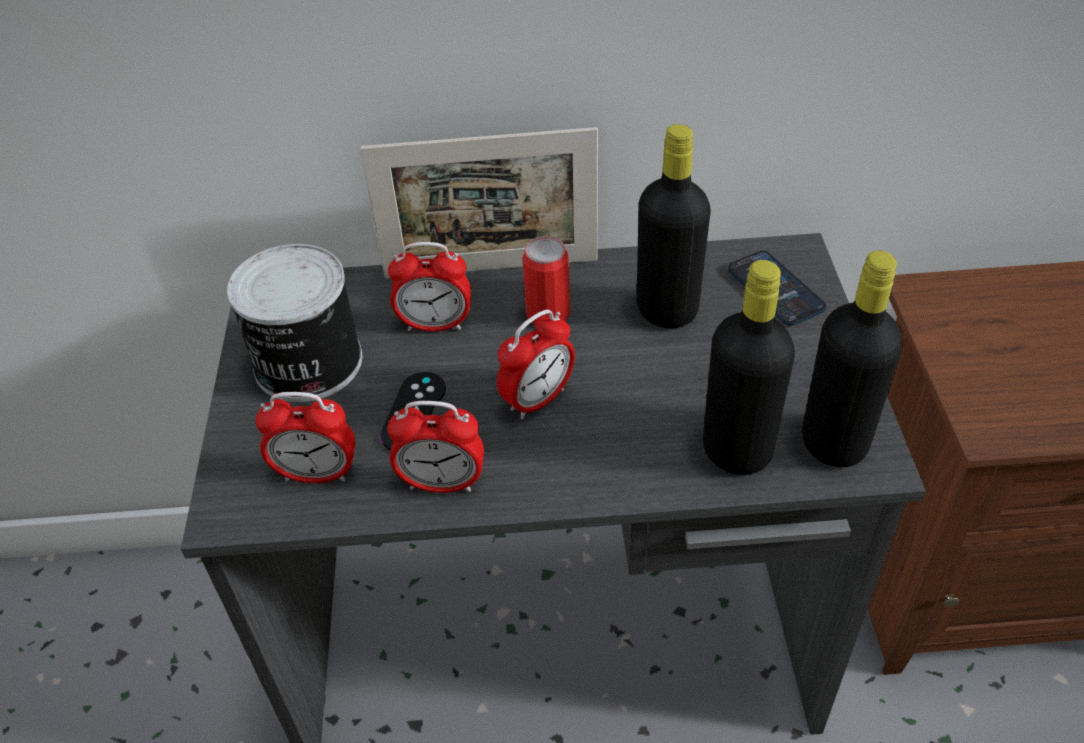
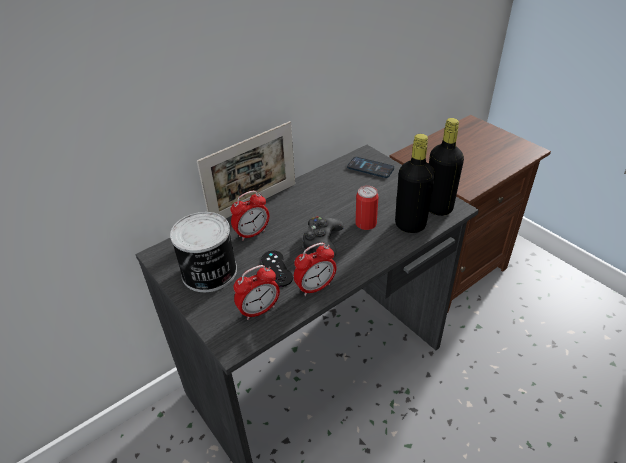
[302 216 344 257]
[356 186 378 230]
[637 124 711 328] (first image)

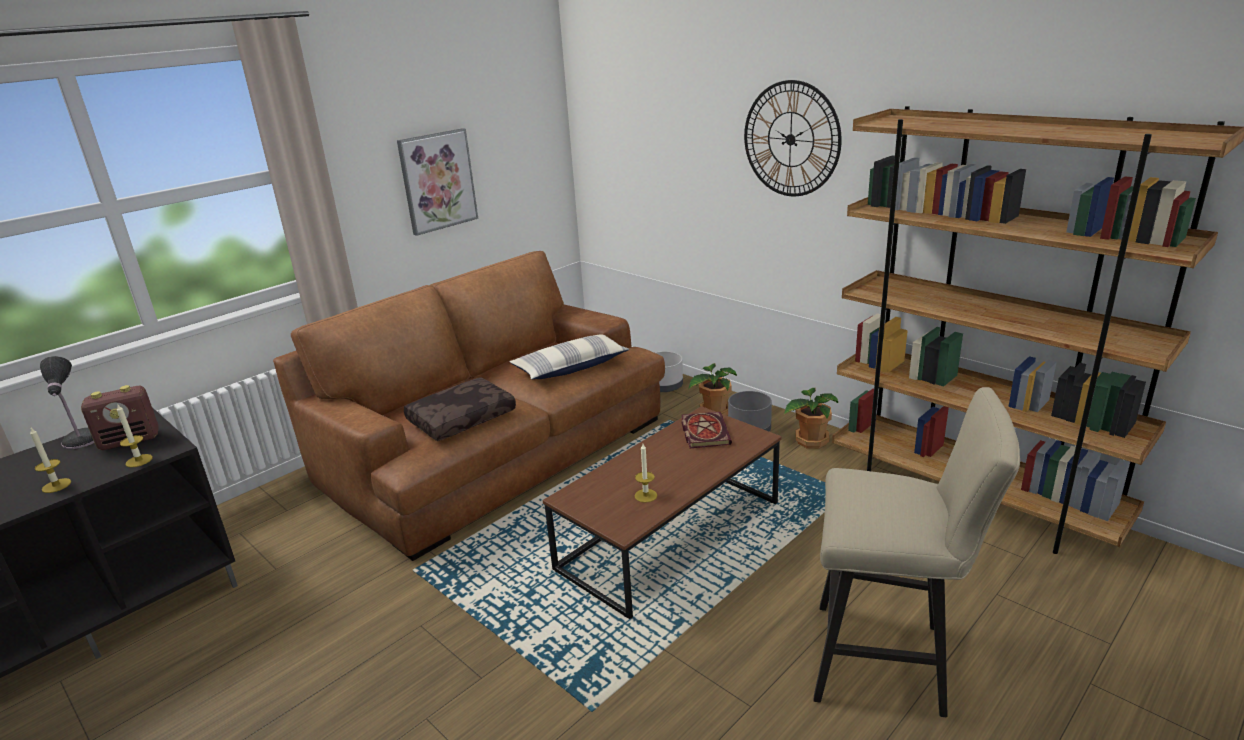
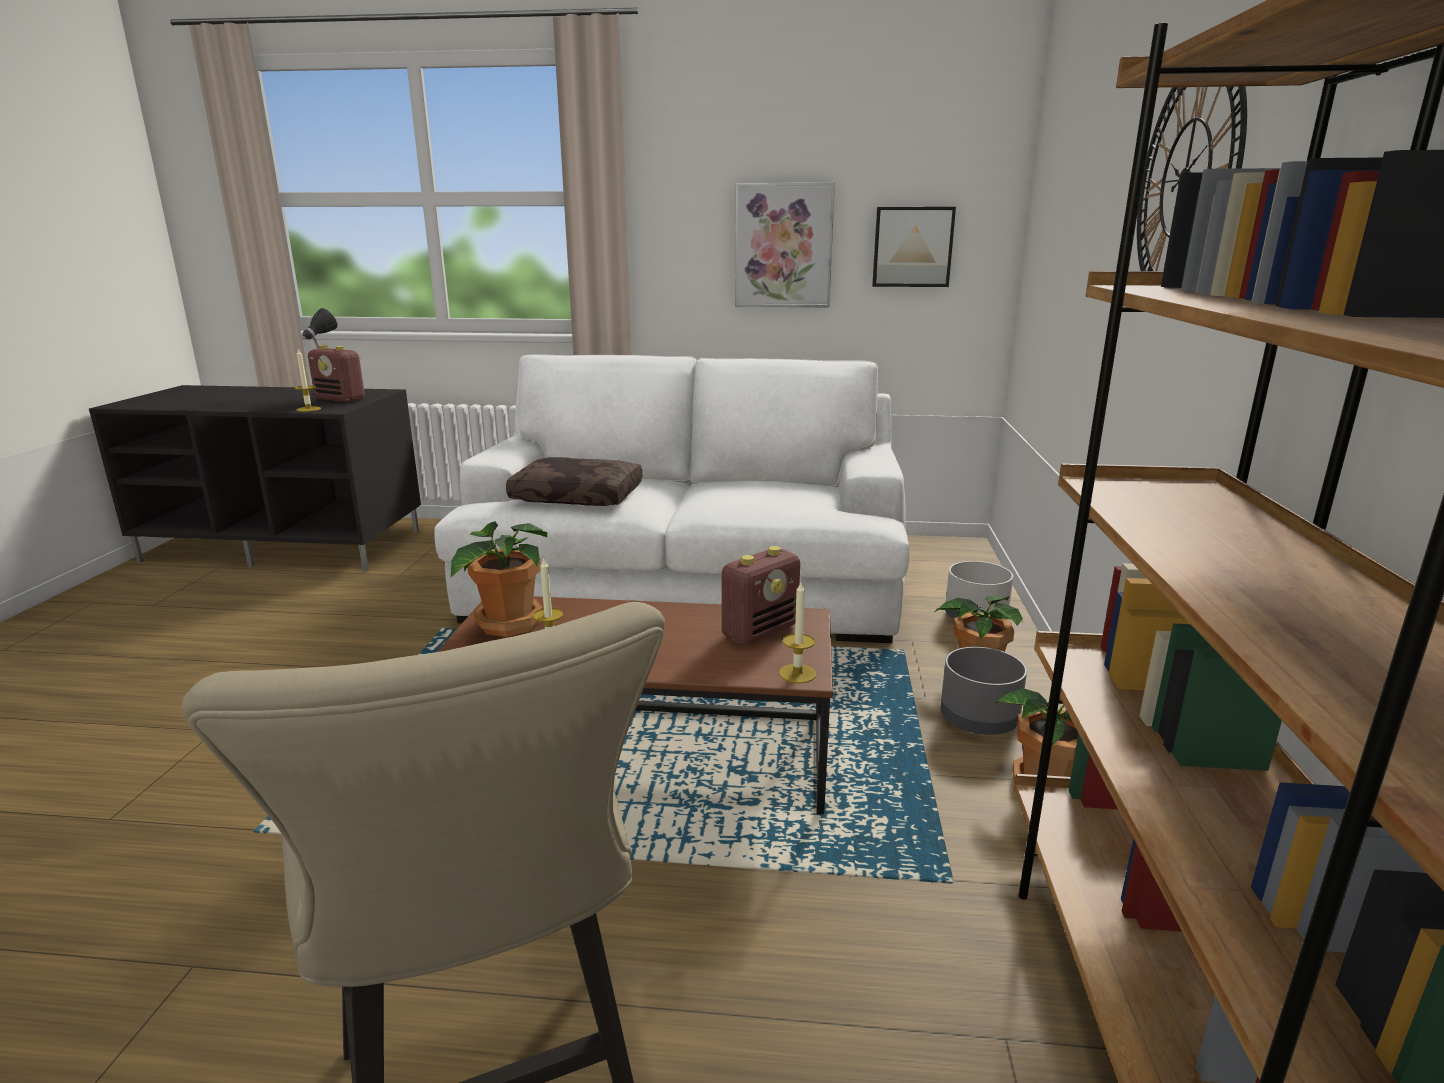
[779 582 816 683]
[434 354 909 643]
[510 334 629 380] (first image)
[721 546 800 645]
[451 521 547 637]
[872 207 956 287]

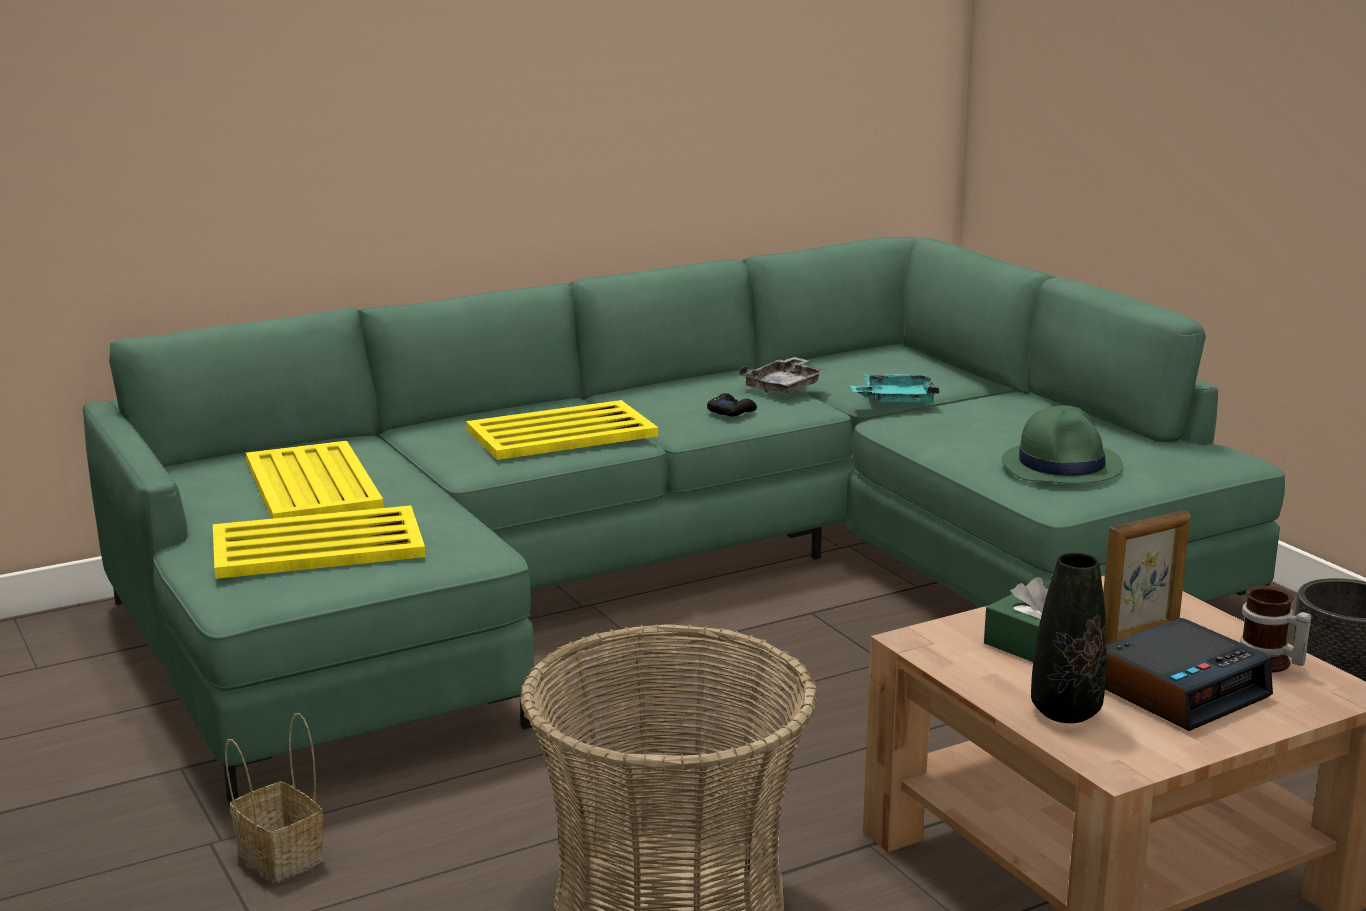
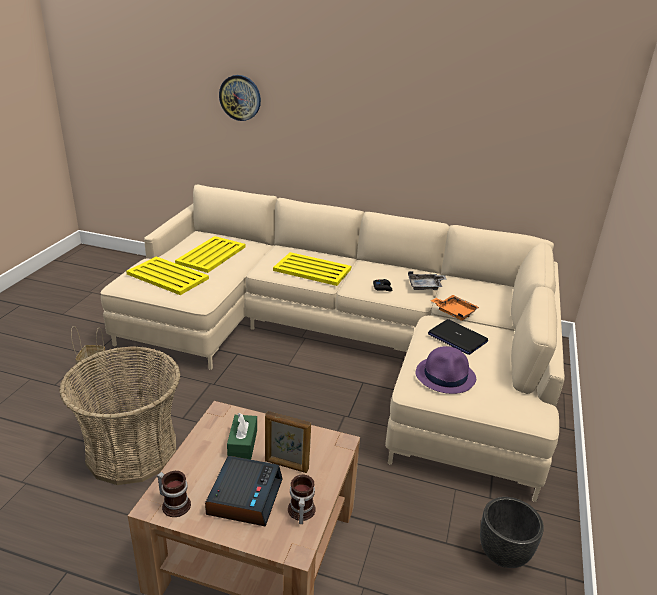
[100 185 565 502]
[431 295 479 321]
[415 346 476 394]
[1031 553 1107 723] (first image)
[205 456 283 527]
[157 471 191 517]
[219 75 261 121]
[428 319 488 355]

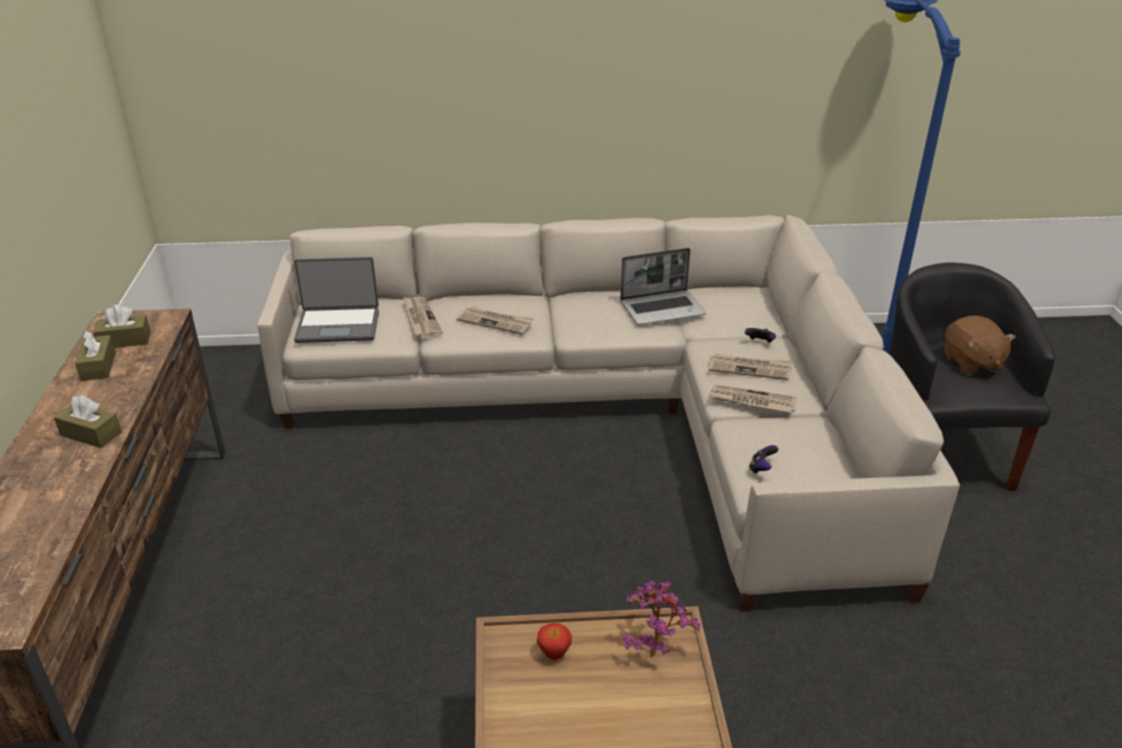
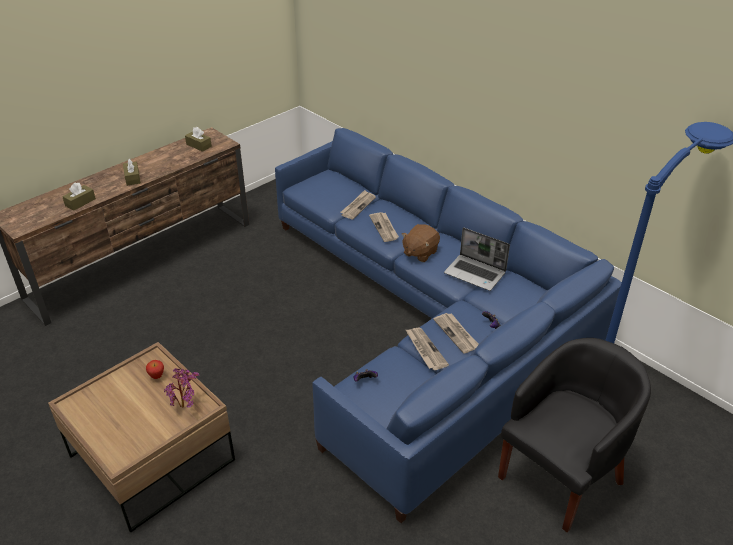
[62 183 96 211]
[275 128 622 523]
[294 257 379 343] (first image)
[402 224 440 262]

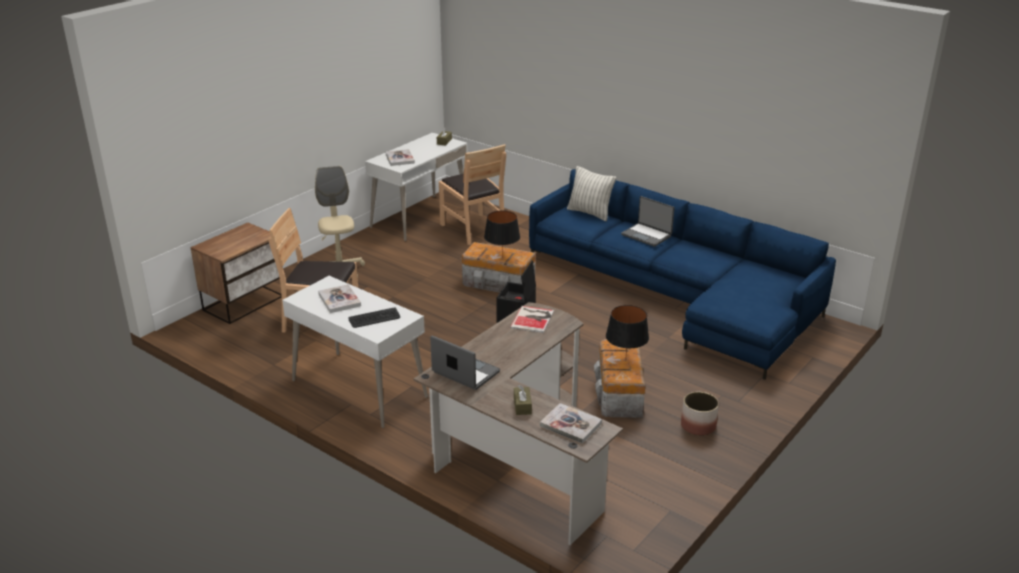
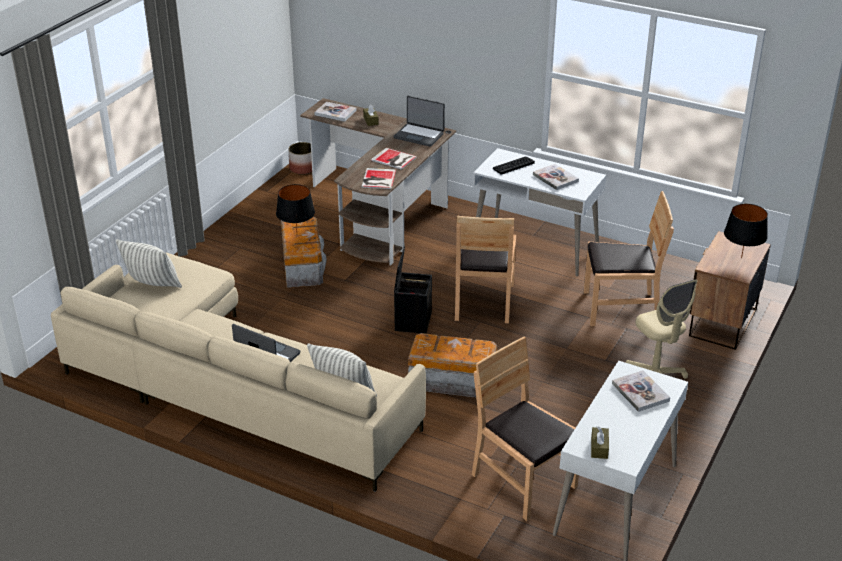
[724 204 768 259]
[51 253 426 492]
[288 142 312 175]
[116 239 182 288]
[371 148 417 170]
[455 216 516 323]

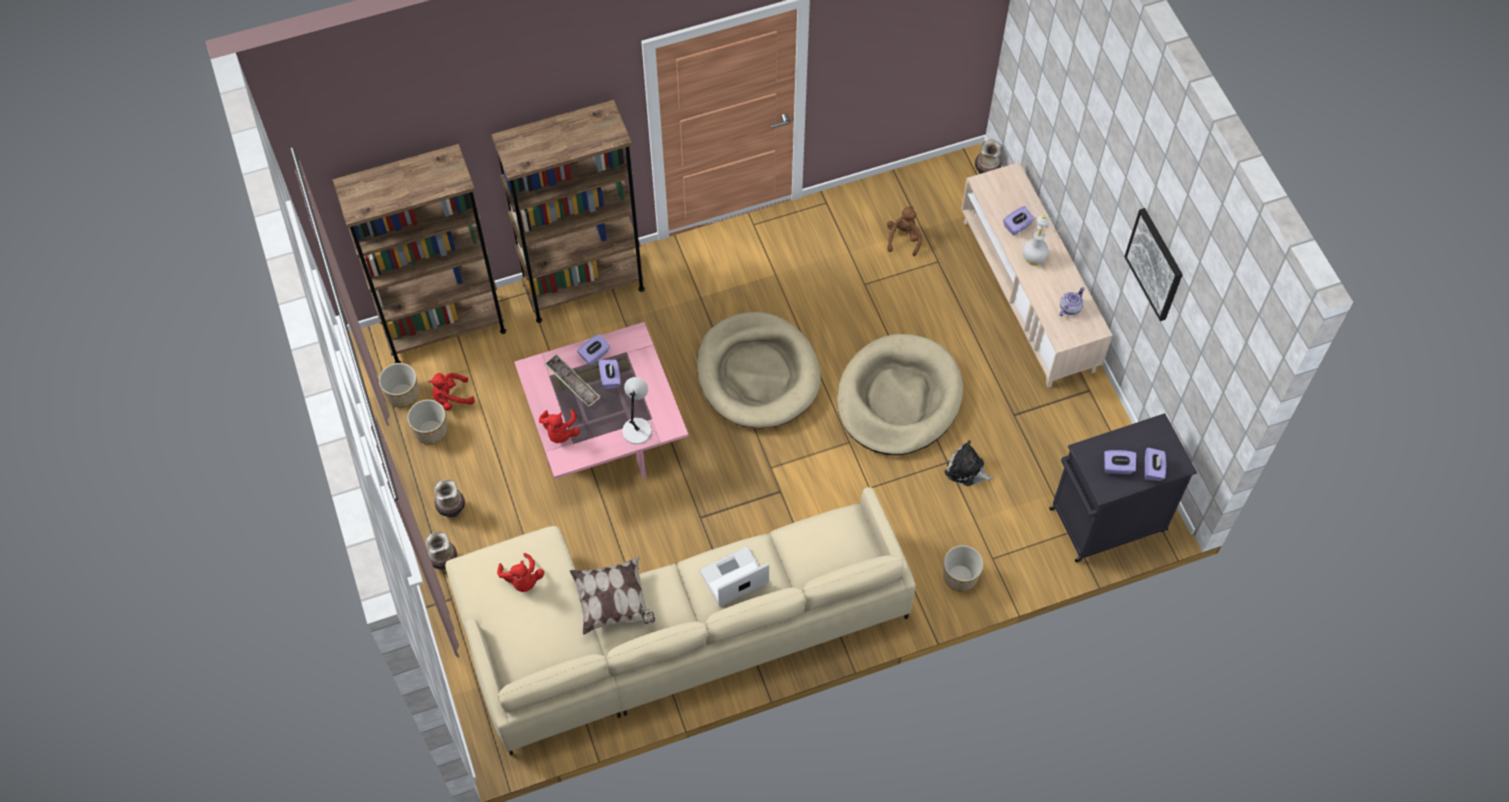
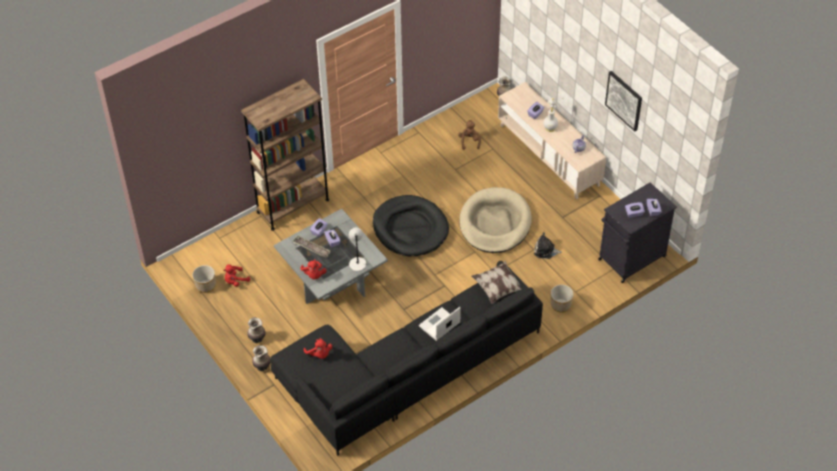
[332 144 506 363] (first image)
[407 400 448 445] (first image)
[270 261 543 456]
[274 209 388 304]
[471 261 522 304]
[373 195 449 256]

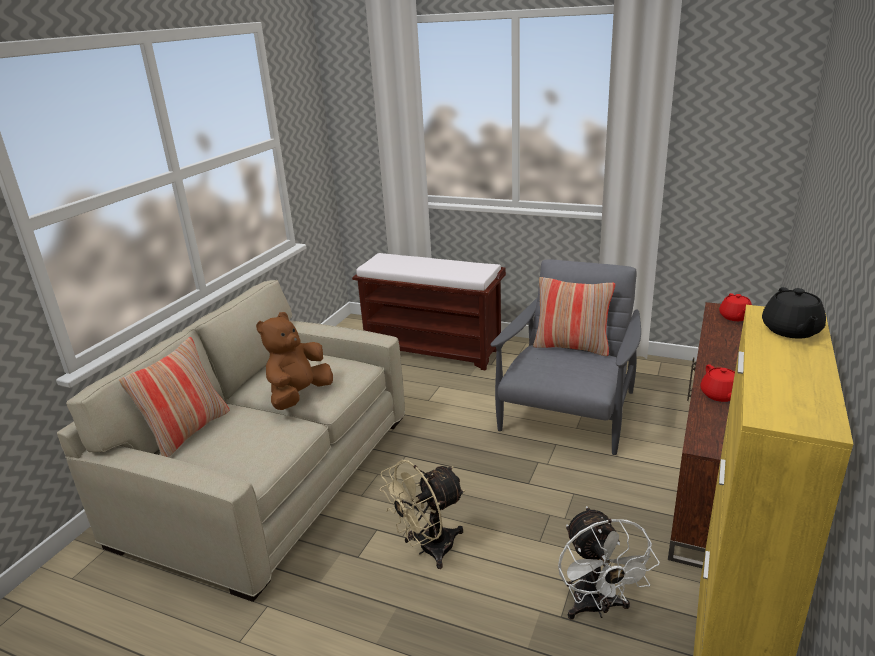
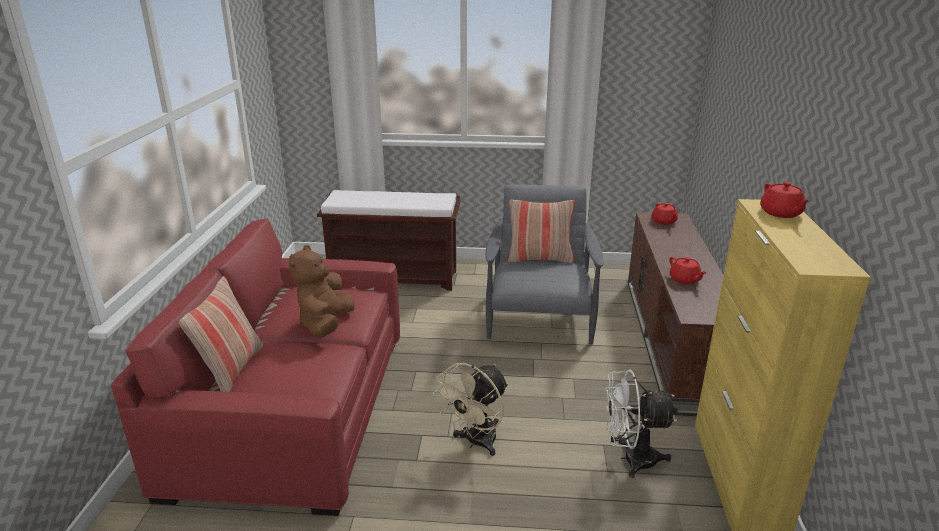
[111 218 400 516]
[605 369 678 478]
[760 182 810 218]

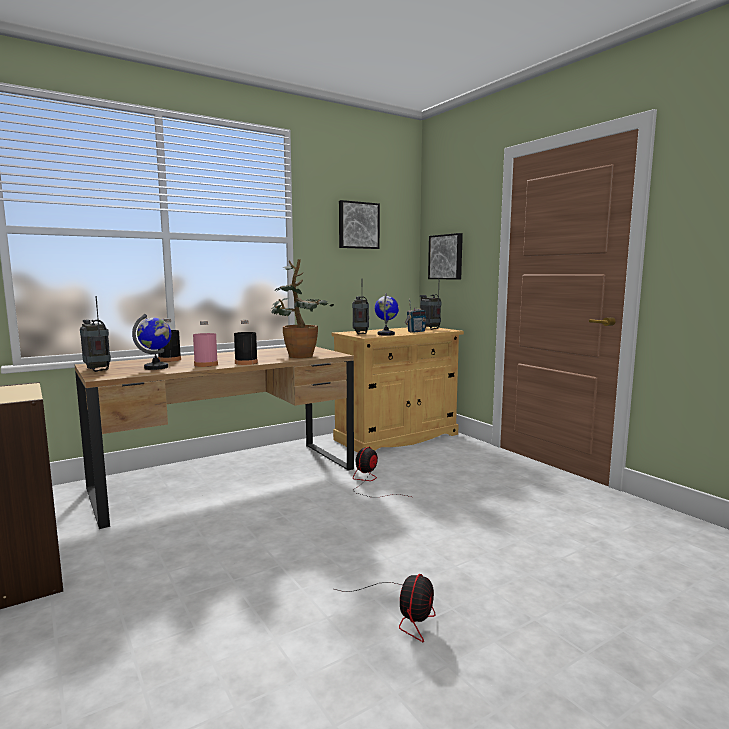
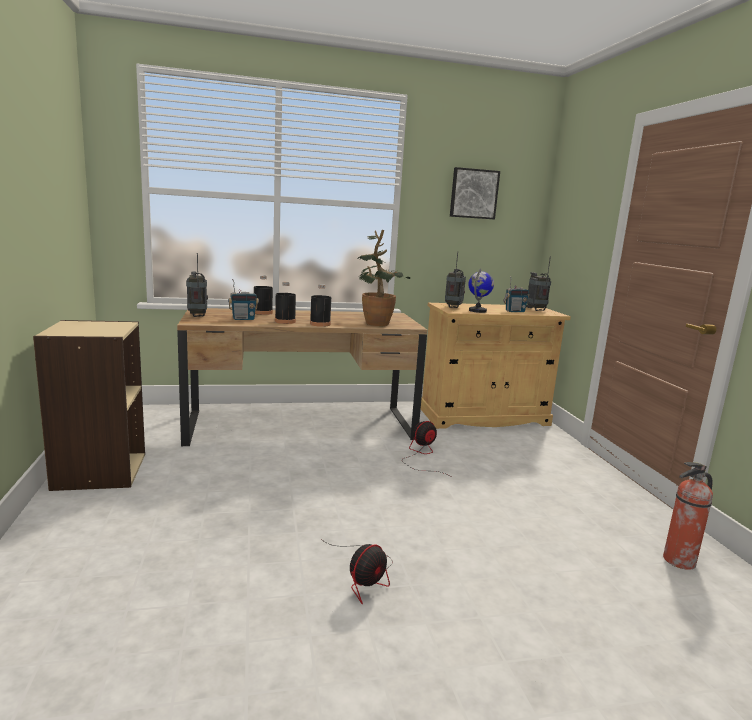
[228 279 259 320]
[275 282 296 324]
[428 233 463 279] (first image)
[663 462 713 570]

